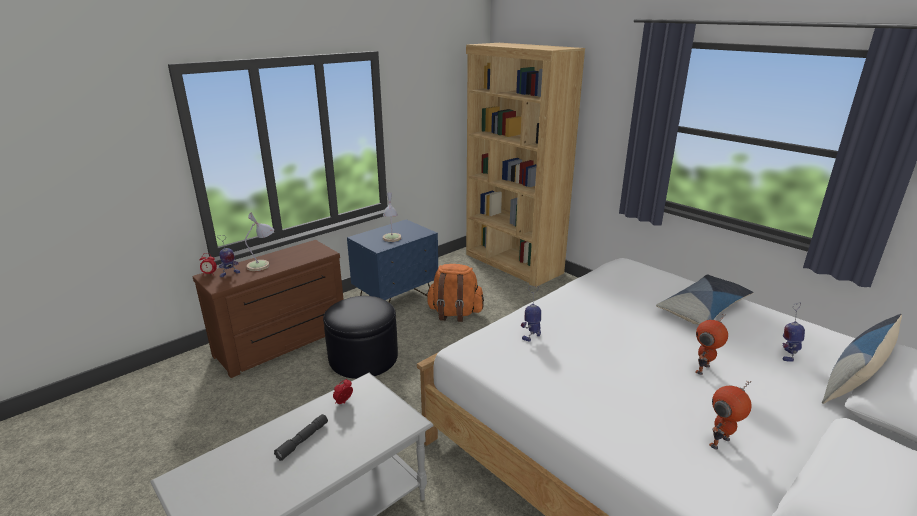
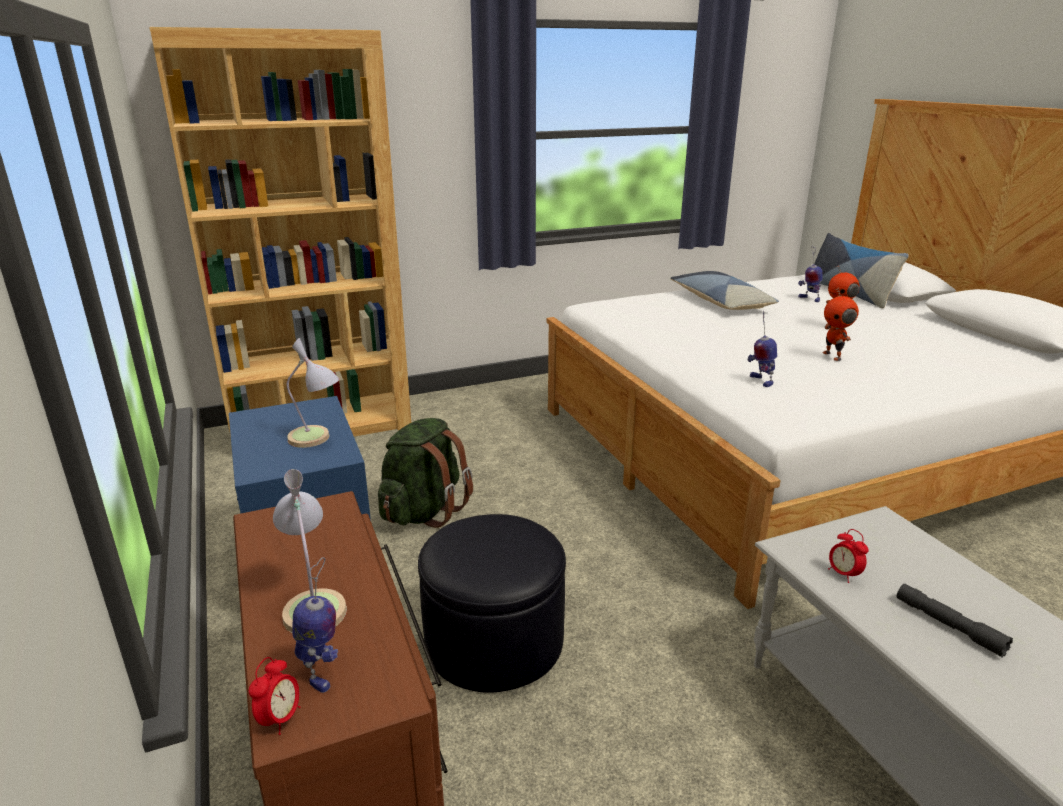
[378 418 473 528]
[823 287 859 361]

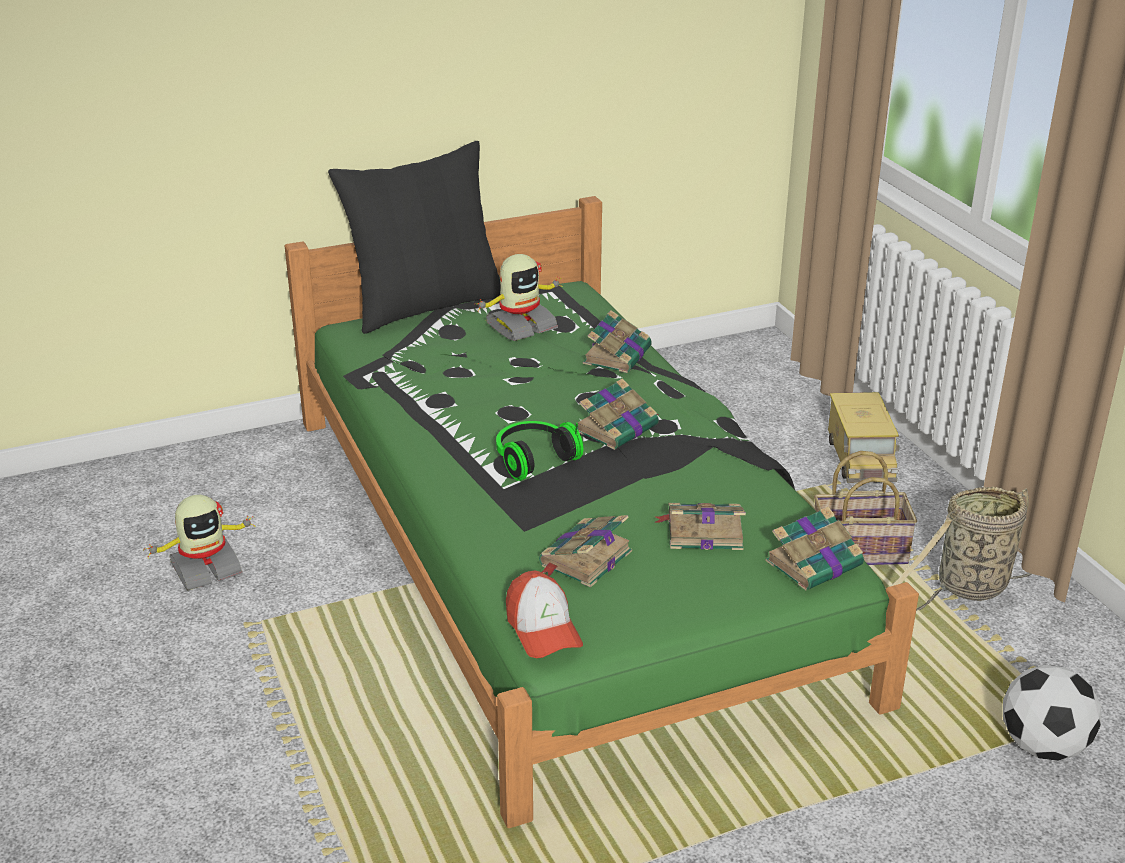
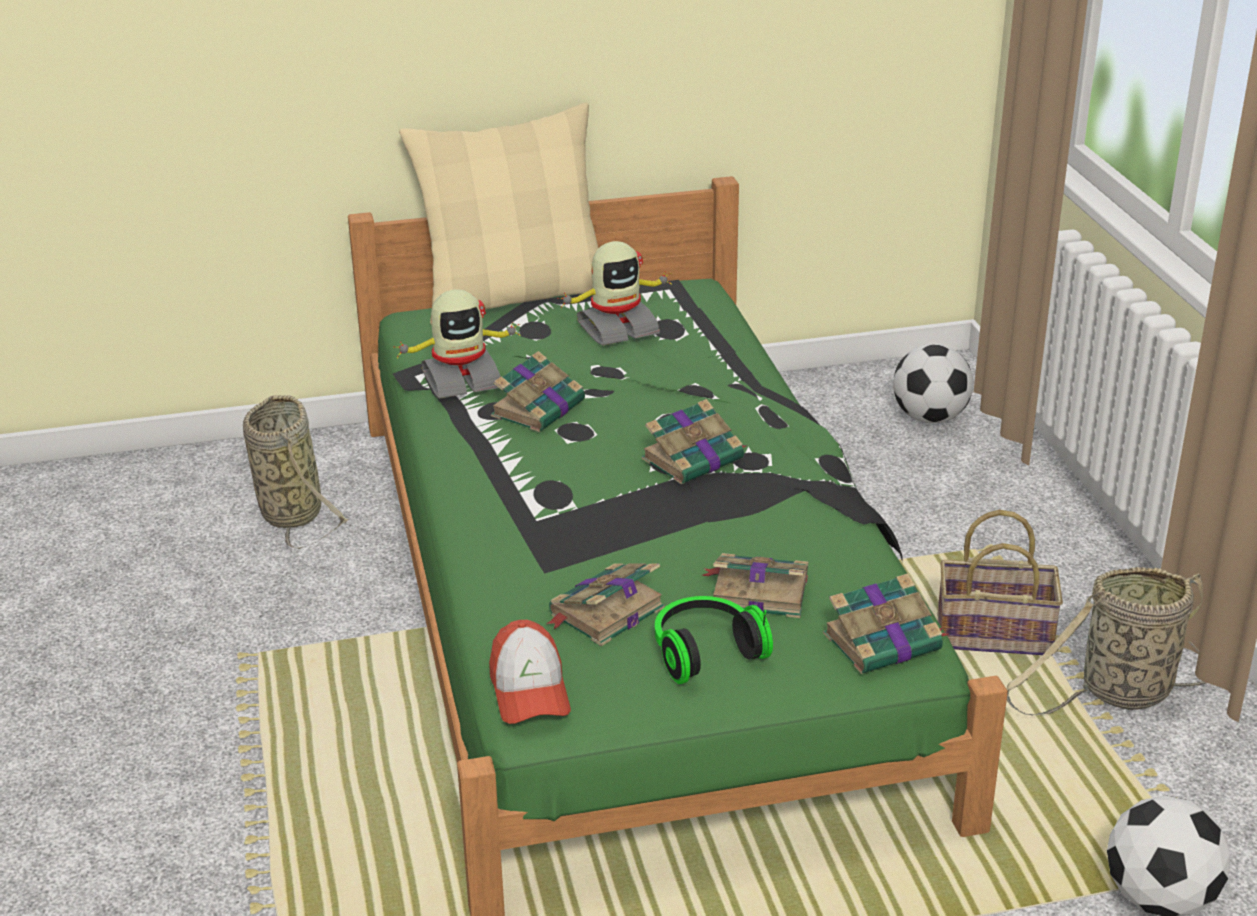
[393 289 520 399]
[399 103 599 324]
[655 596 773 684]
[491 351 585 432]
[828 392 899 483] (first image)
[243 395 350 549]
[893 344 974 423]

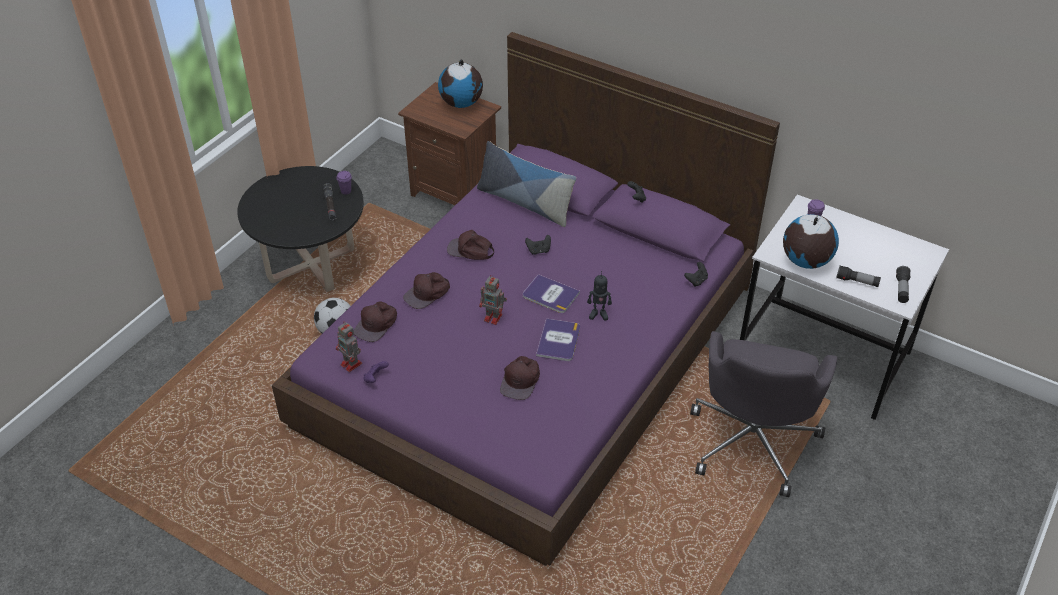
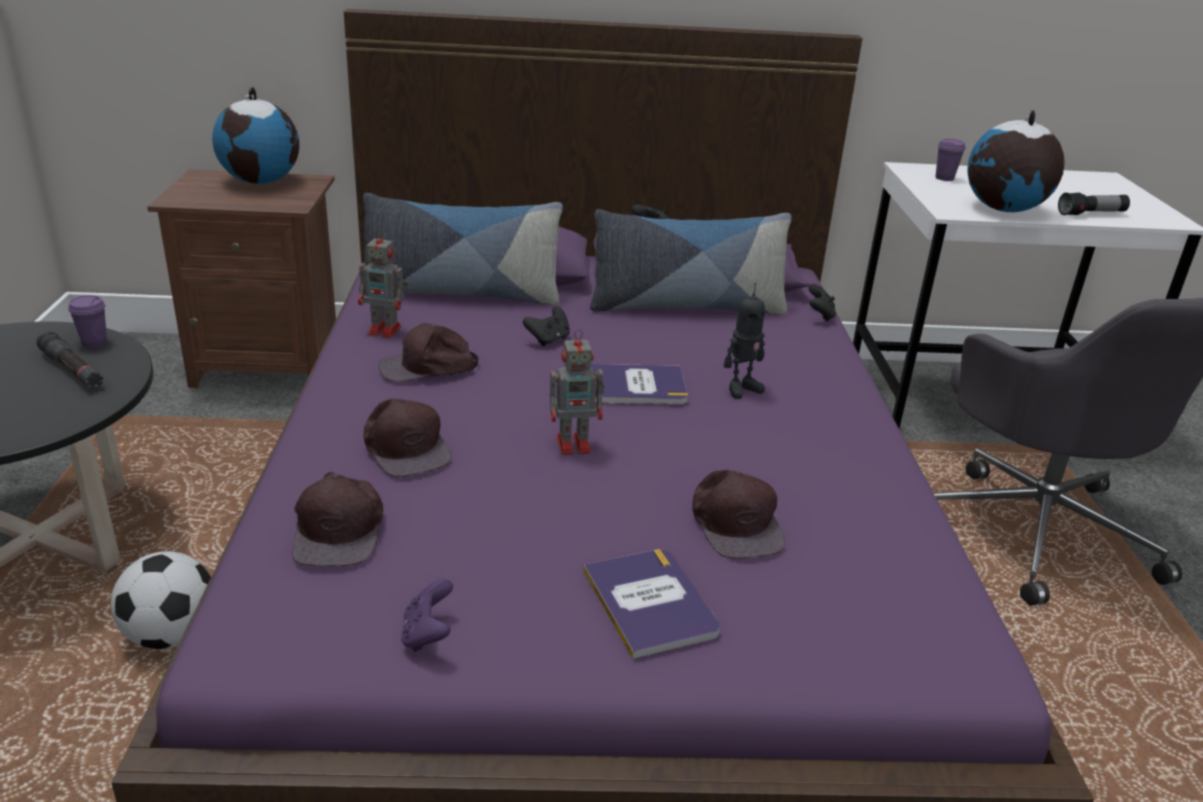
[358 229 409 338]
[363 398 452 477]
[583 549 720 659]
[896 266 911 303] (first image)
[590 209 792 315]

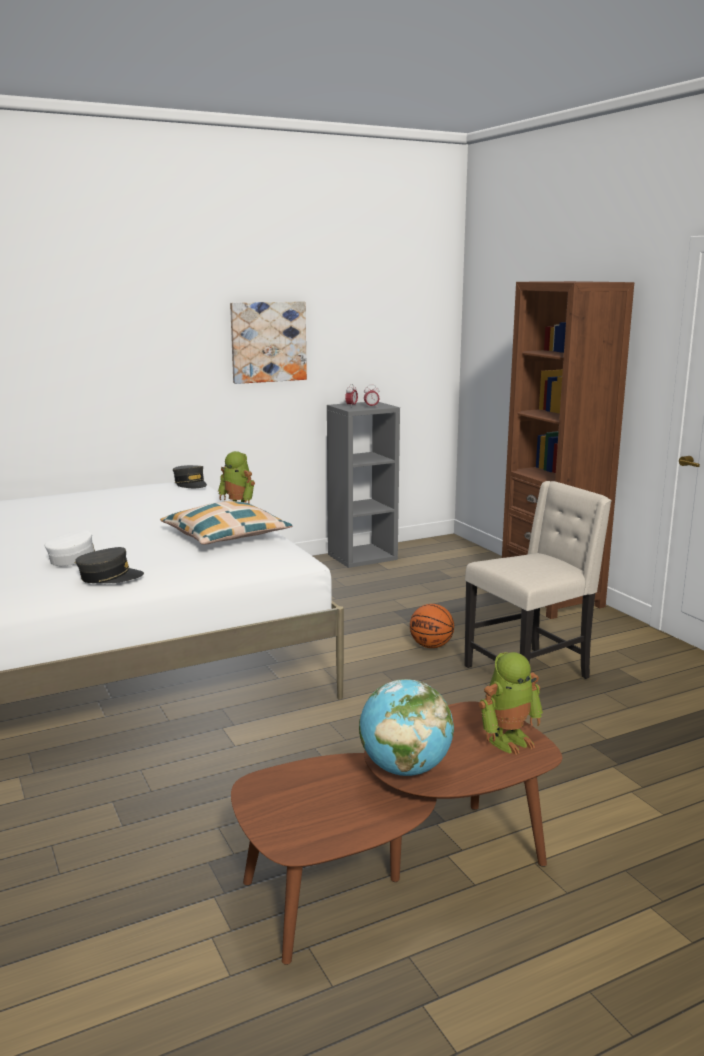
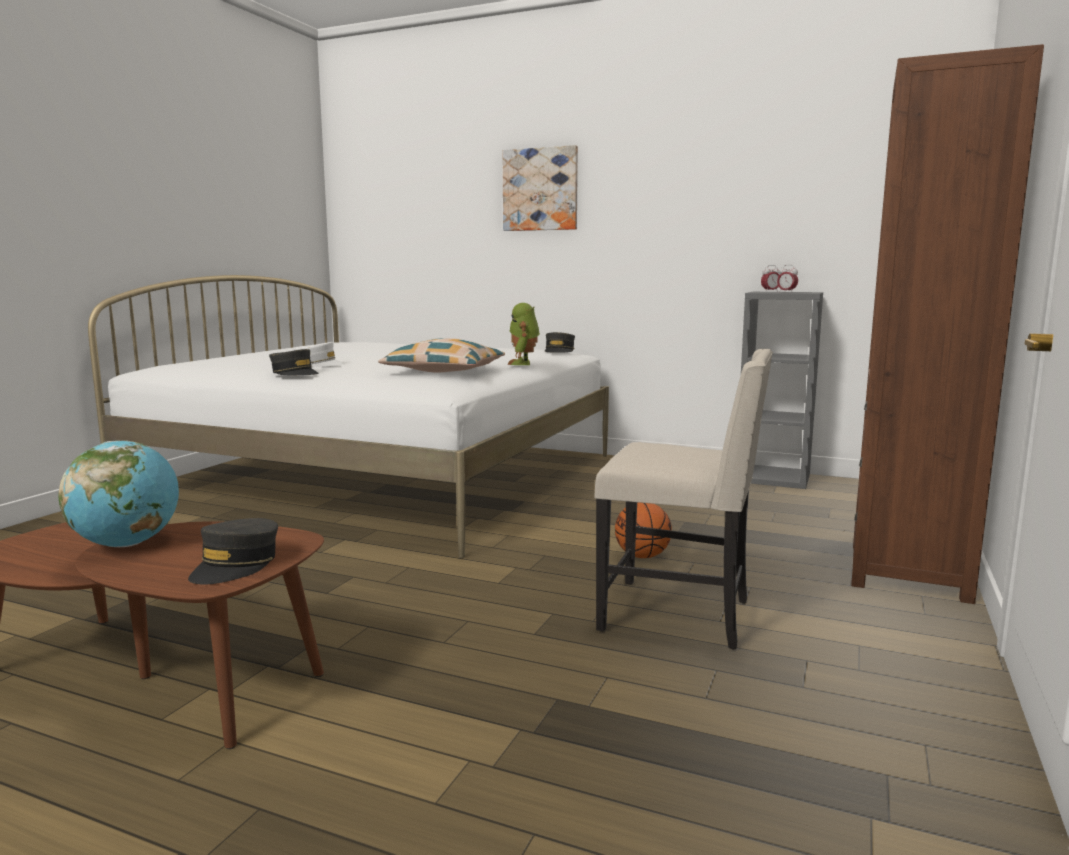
[503 145 578 231]
[188 518 278 585]

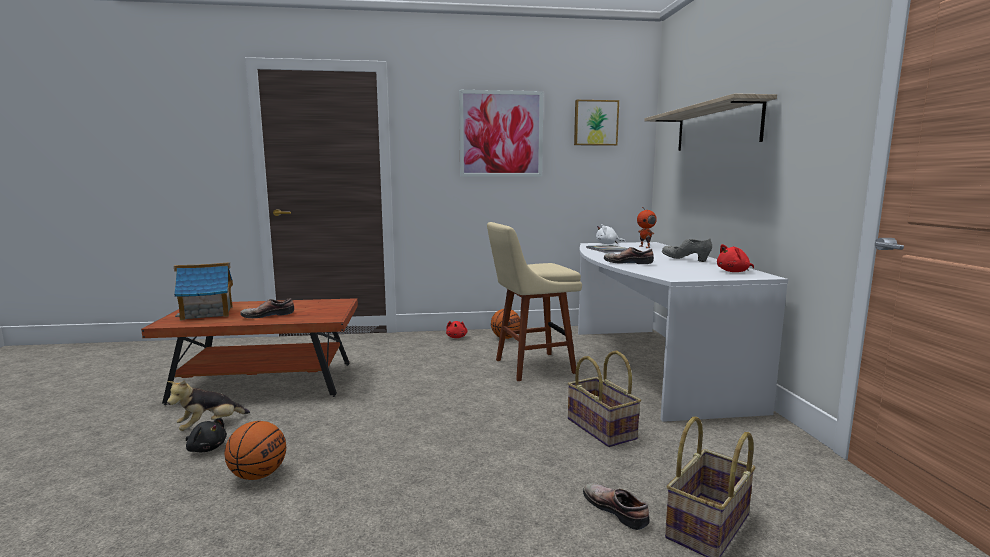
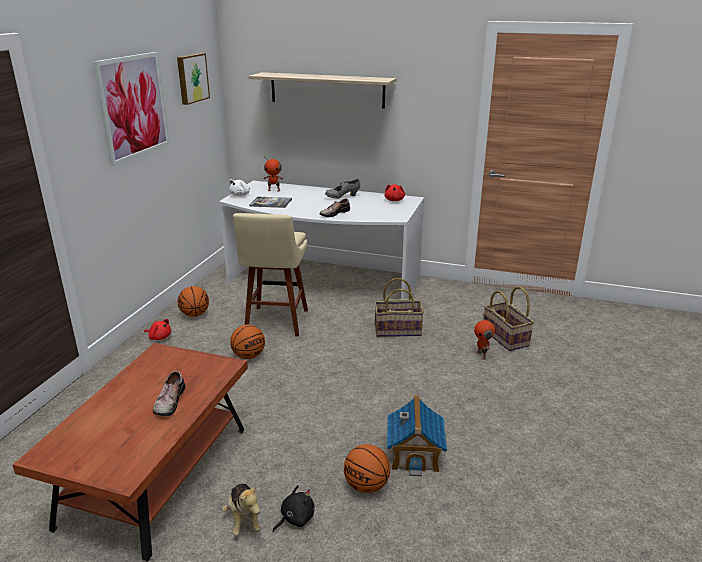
[387 395 447 476]
[474 314 495 360]
[230 325 265 359]

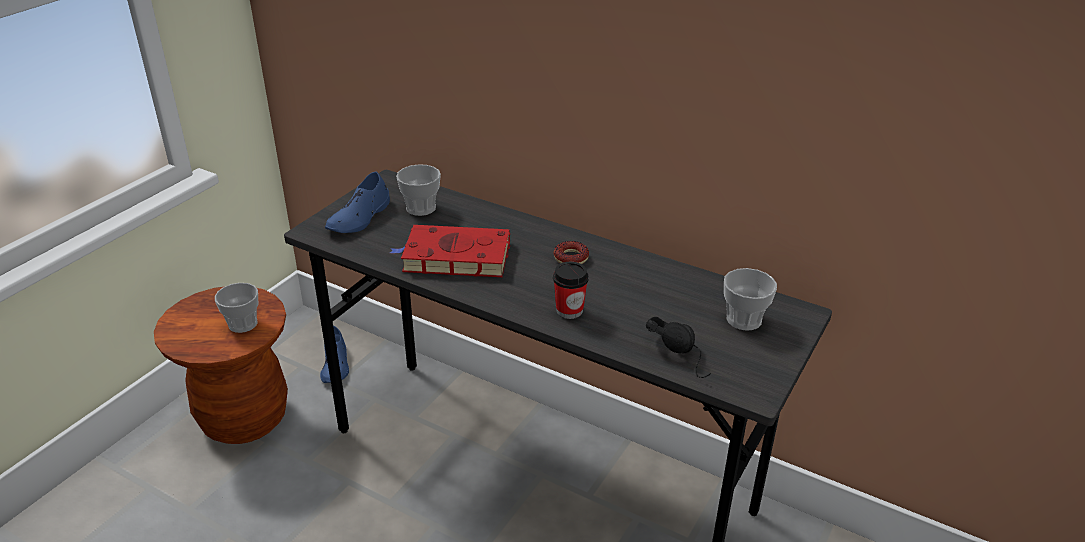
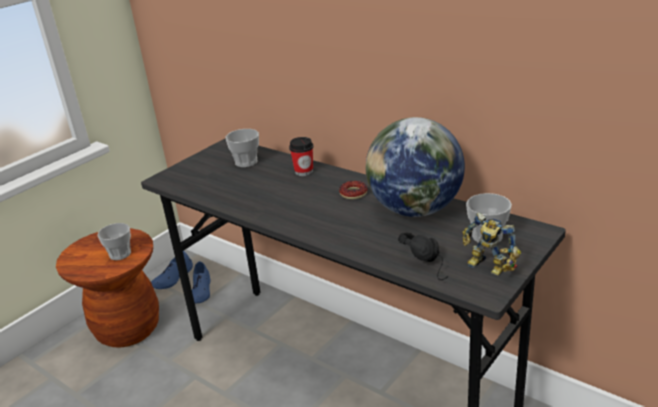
[151 251 193 289]
[390 225 510 277] (first image)
[289 137 313 176]
[366 117 465 217]
[462 212 521 275]

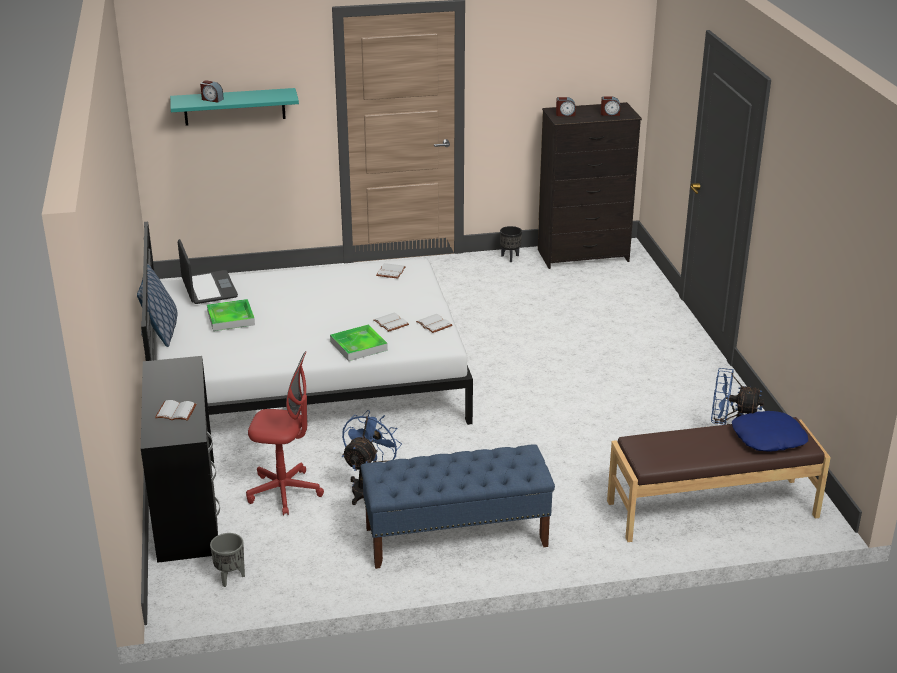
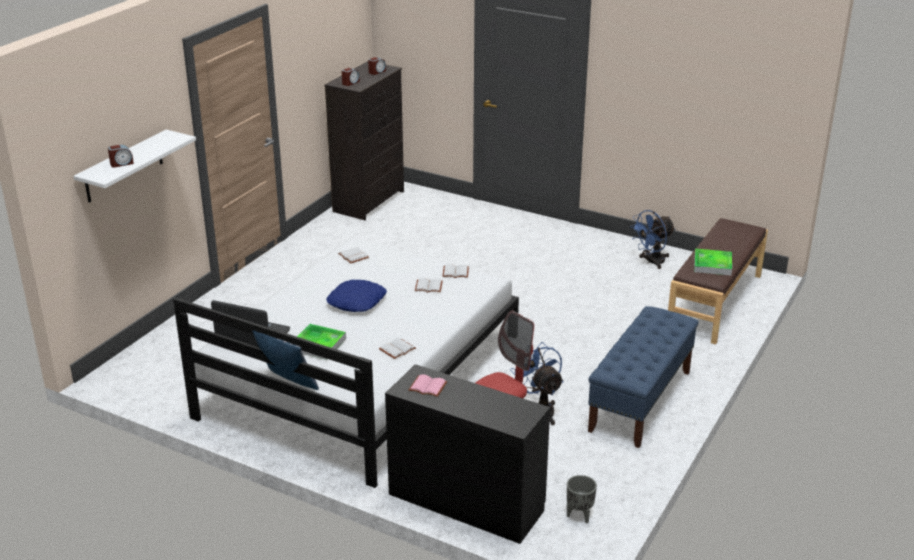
[379 338 416 359]
[74 129 196 203]
[694 249 732 276]
[500 226 522 262] (first image)
[326 280 387 312]
[408 374 447 397]

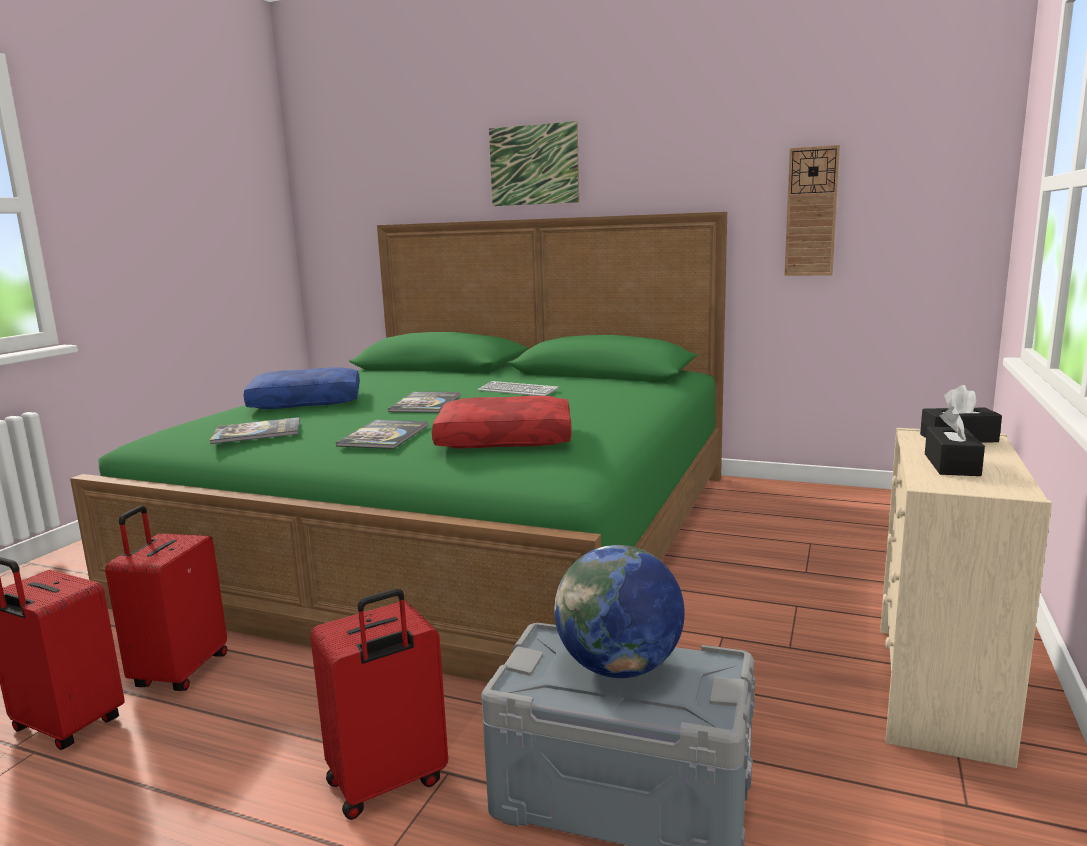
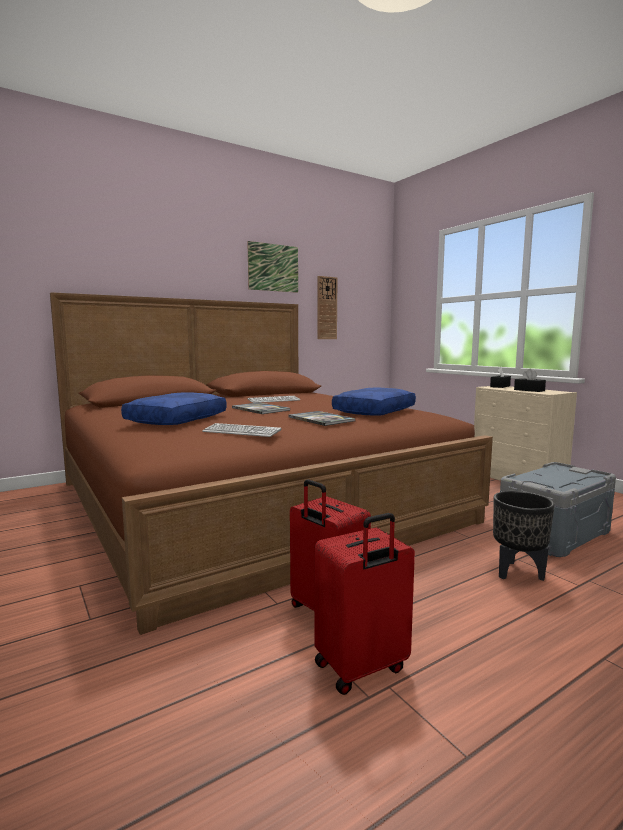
[50 292 493 635]
[202 423 282 437]
[493 491 555 581]
[332 388 416 416]
[247 241 298 293]
[554 545 685 678] (first image)

